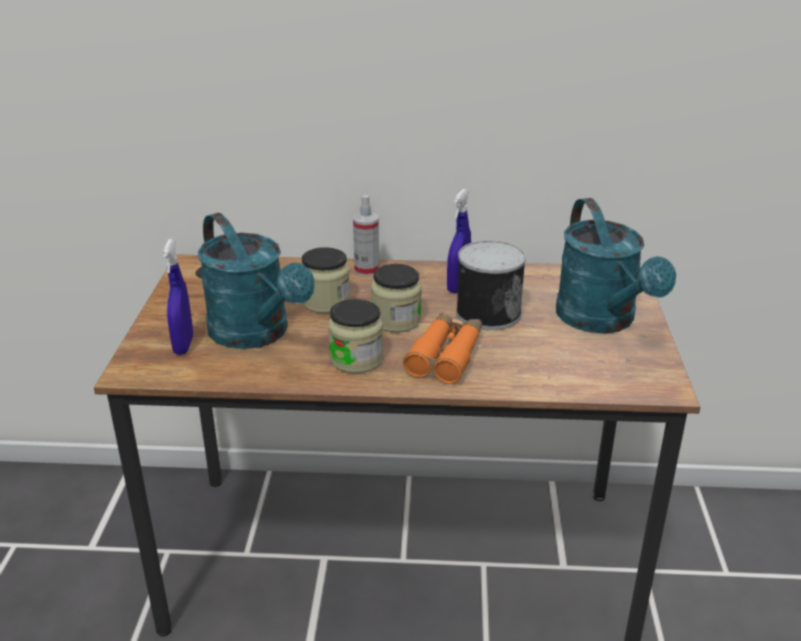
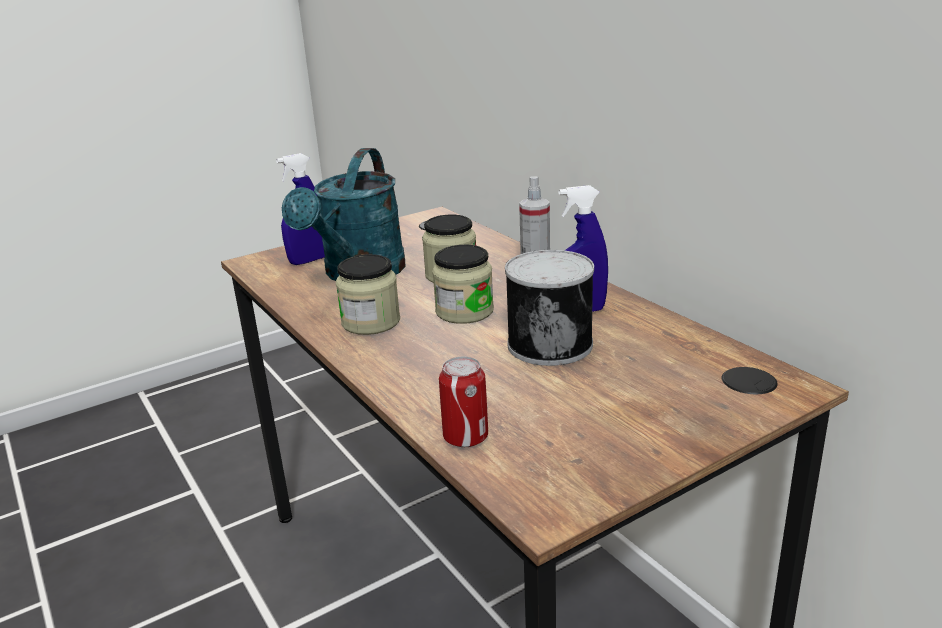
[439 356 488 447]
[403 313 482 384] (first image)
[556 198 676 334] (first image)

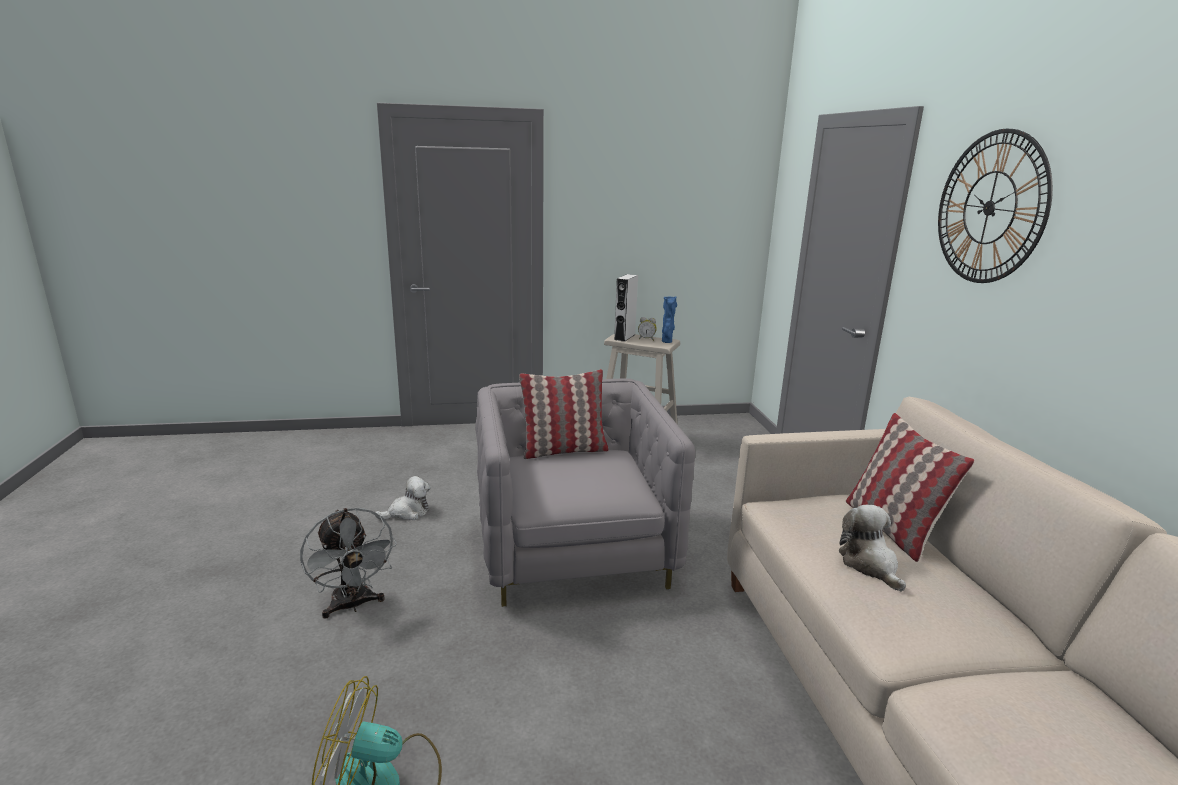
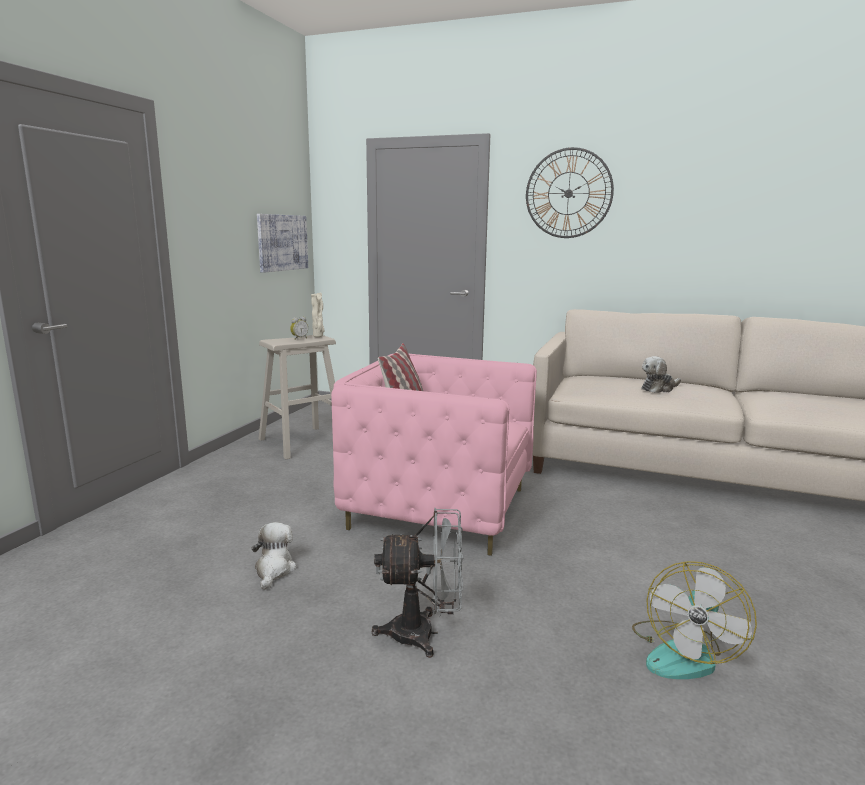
[257 214 308 273]
[311 292 324 337]
[331 354 537 556]
[642 356 681 393]
[614 274 638 342] (first image)
[846 413 975 562] (first image)

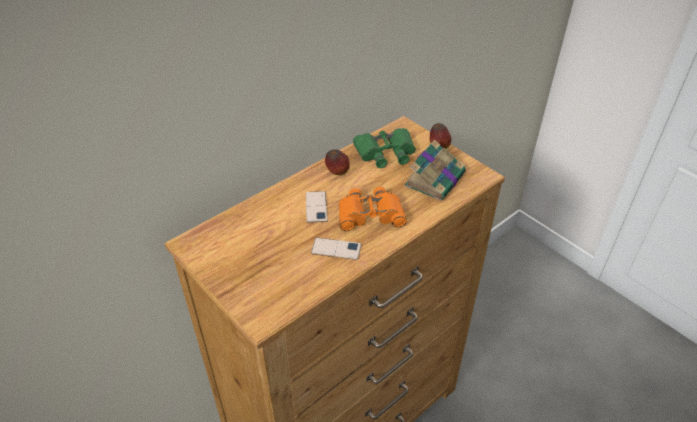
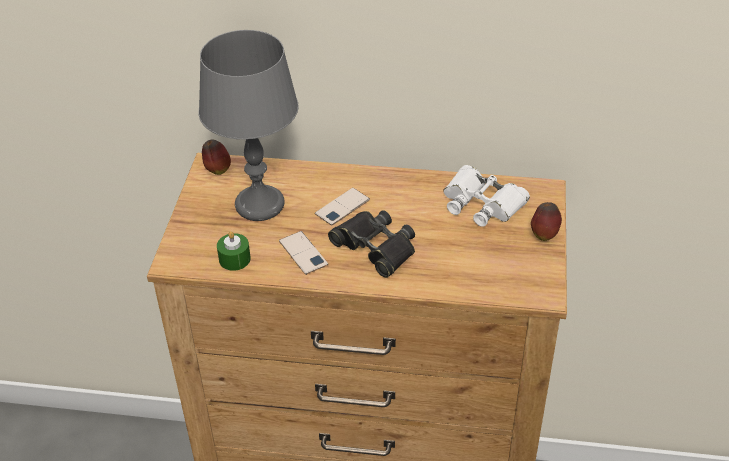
[199 30 299 221]
[202 139 231 175]
[217 231 251 271]
[328 210 415 278]
[443 165 530 227]
[404 140 466 201] (first image)

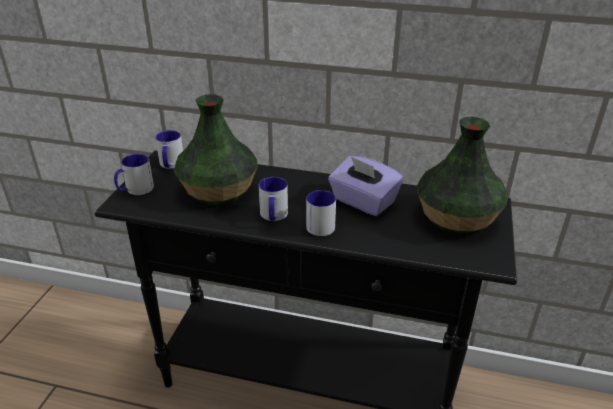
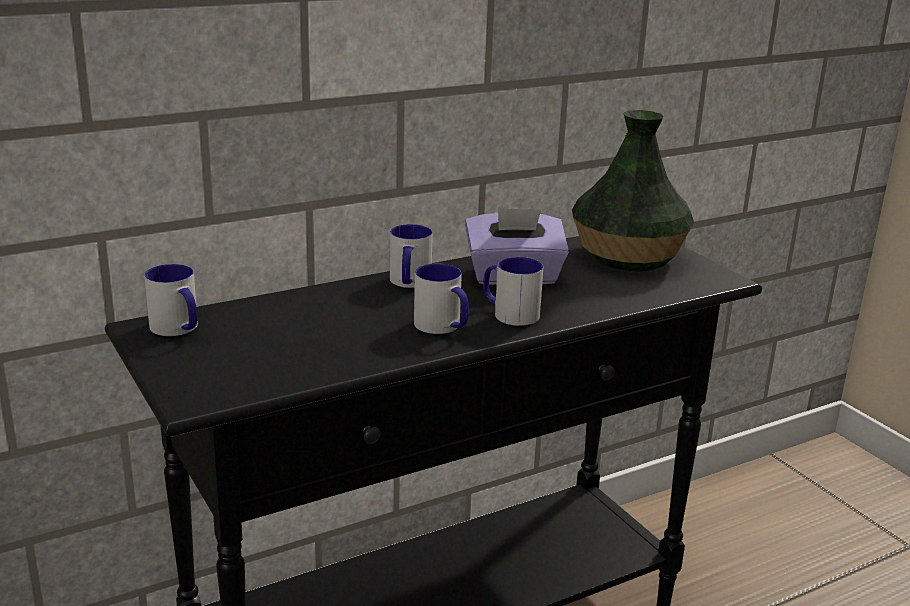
[390 224 433 288]
[174 94 257 205] (first image)

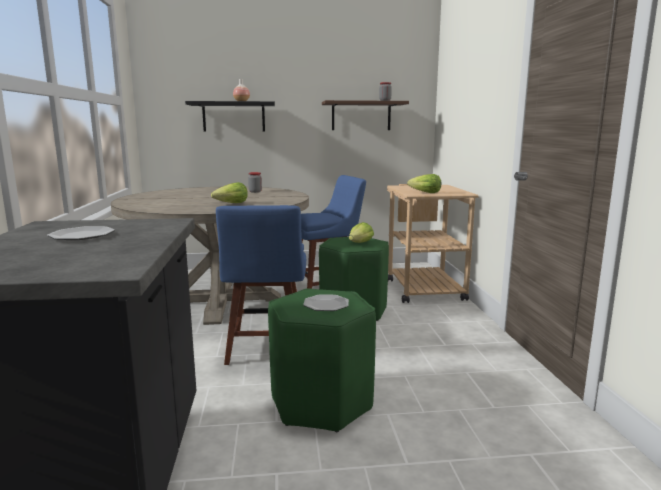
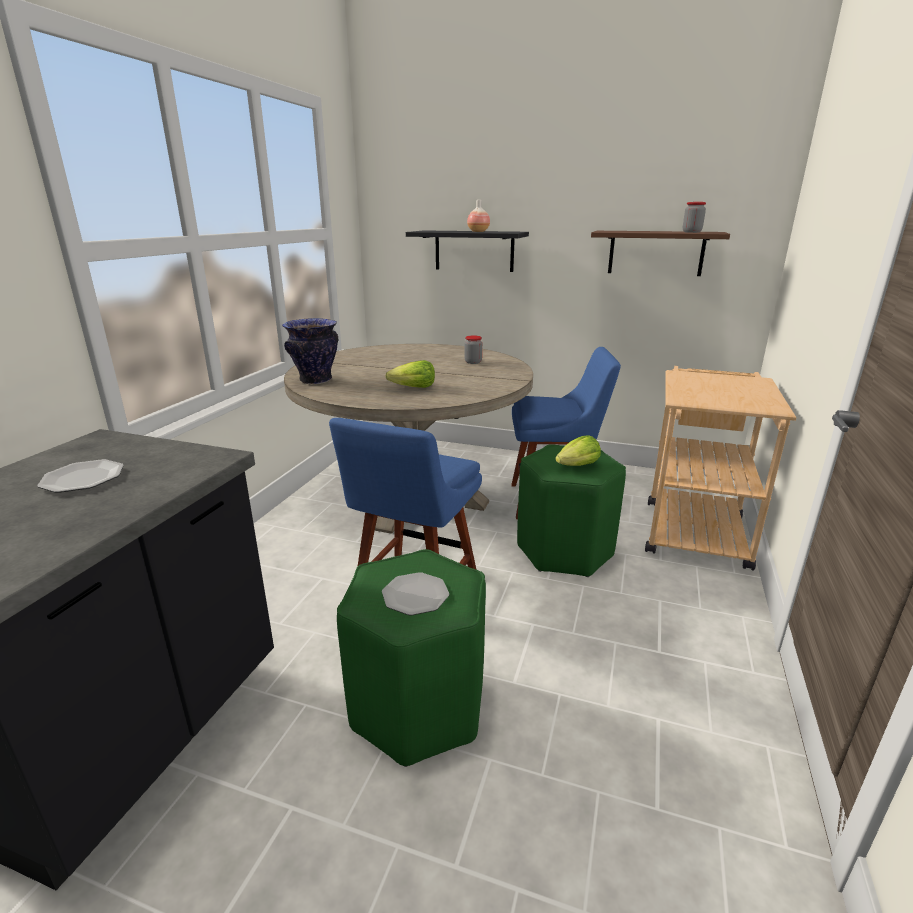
[282 318 338 384]
[407 174 441 193] (first image)

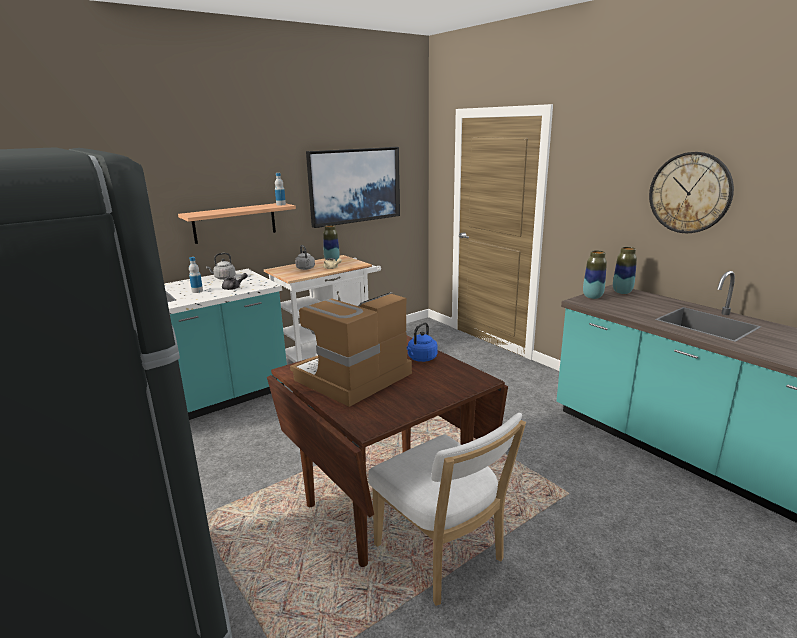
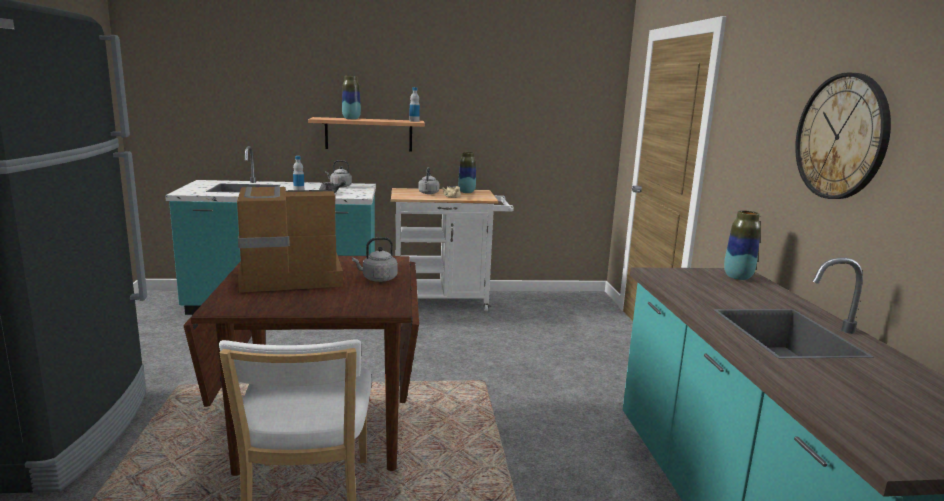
[342 76 361 120]
[352 237 398 282]
[306 147 400 228] (first image)

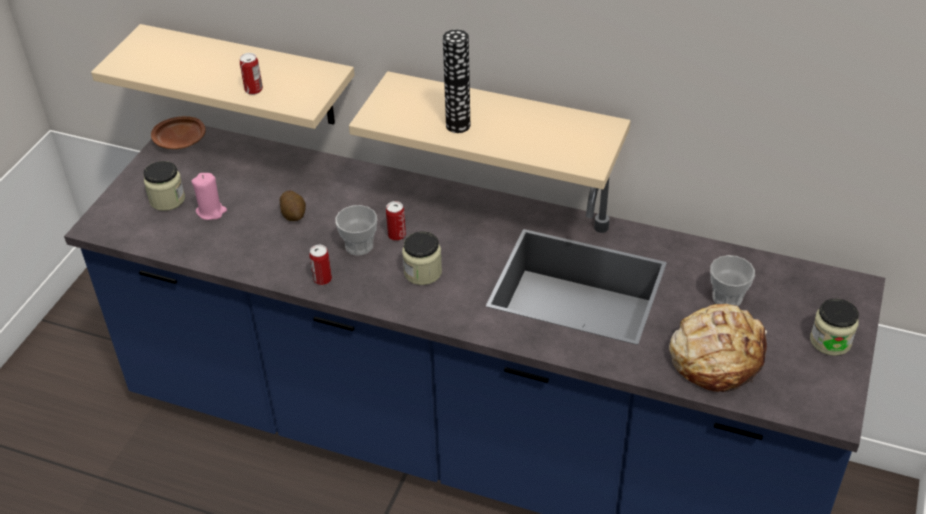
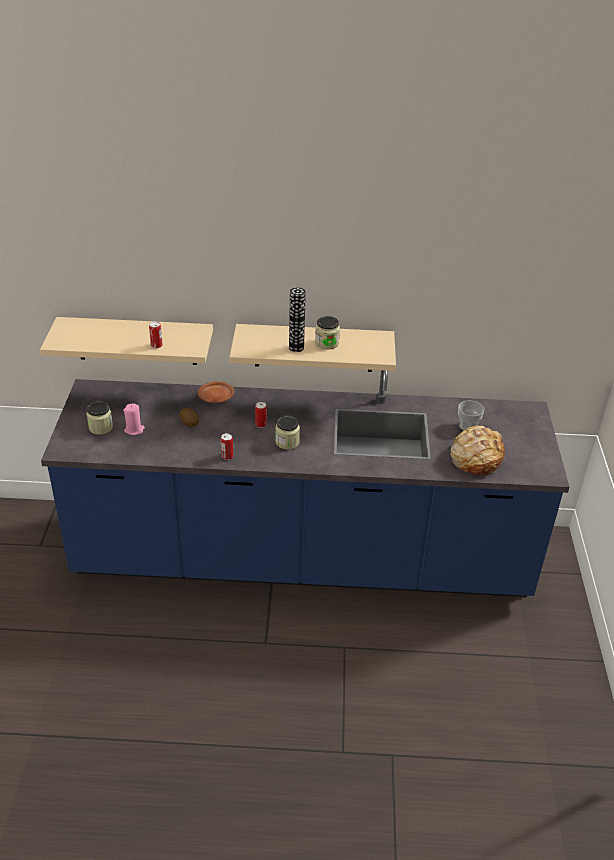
[198 381 234 403]
[315 316 340 350]
[335 205 377 256] (first image)

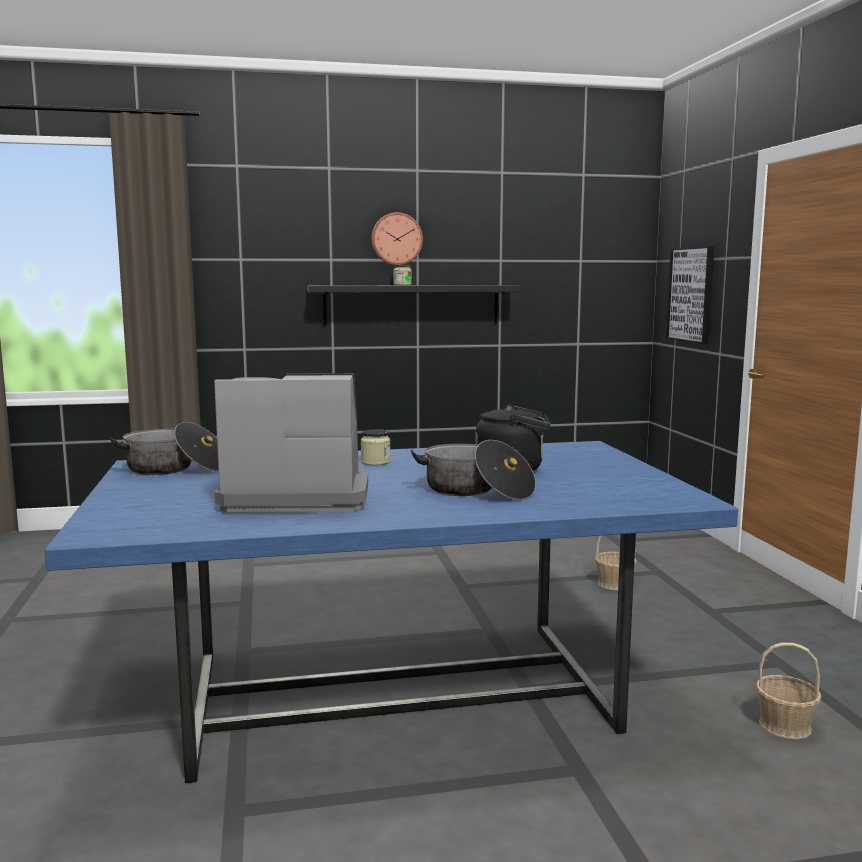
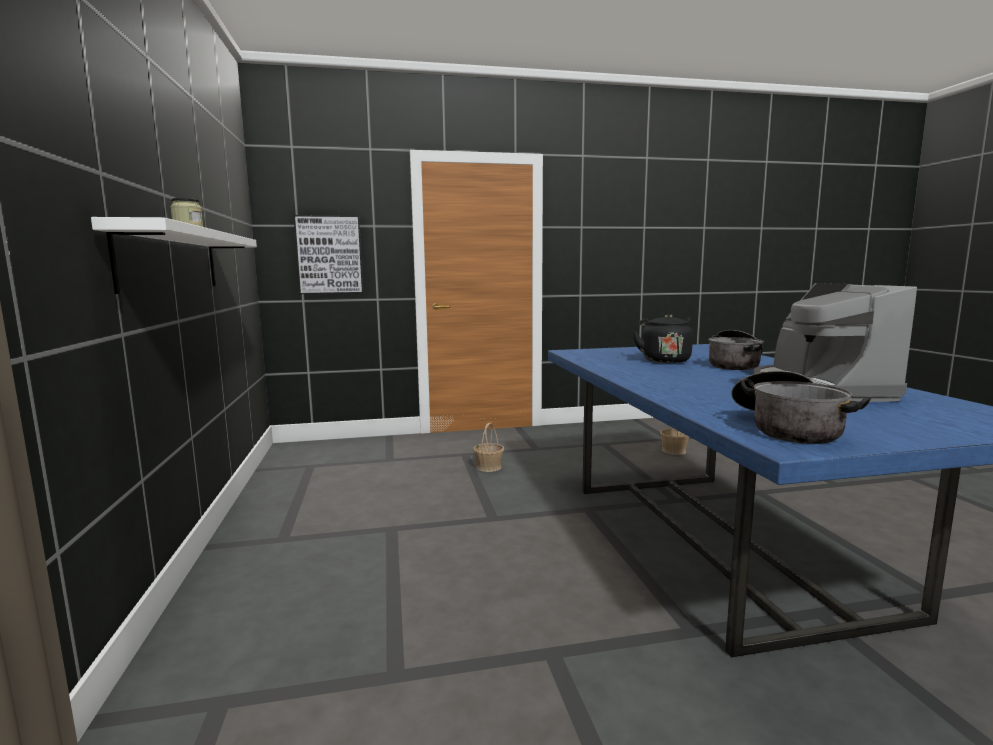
[91 217 257 294]
[361 429 391 465] (first image)
[371 212 423 265] (first image)

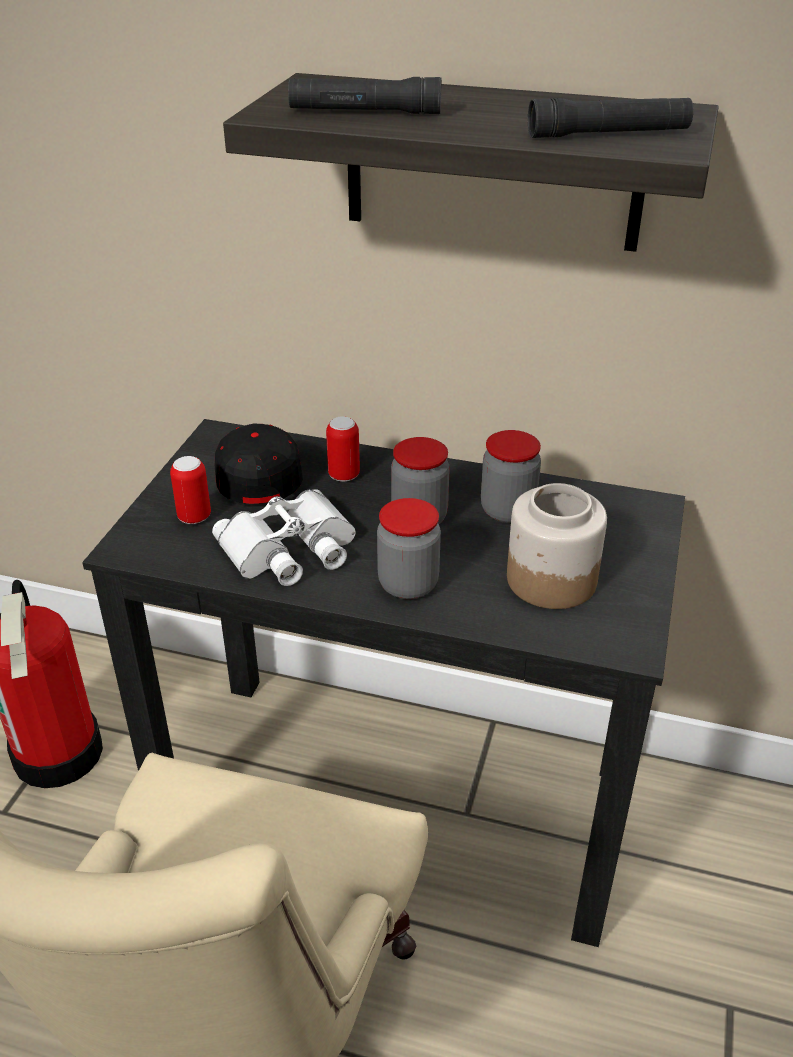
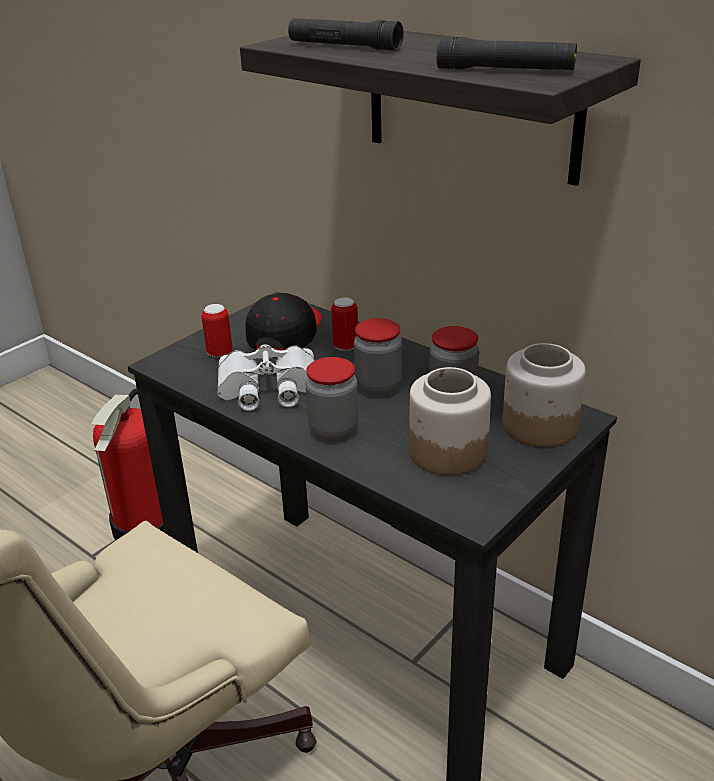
[502 343 586 447]

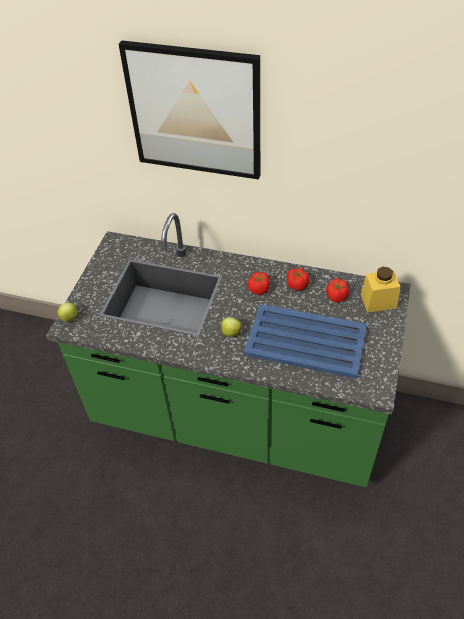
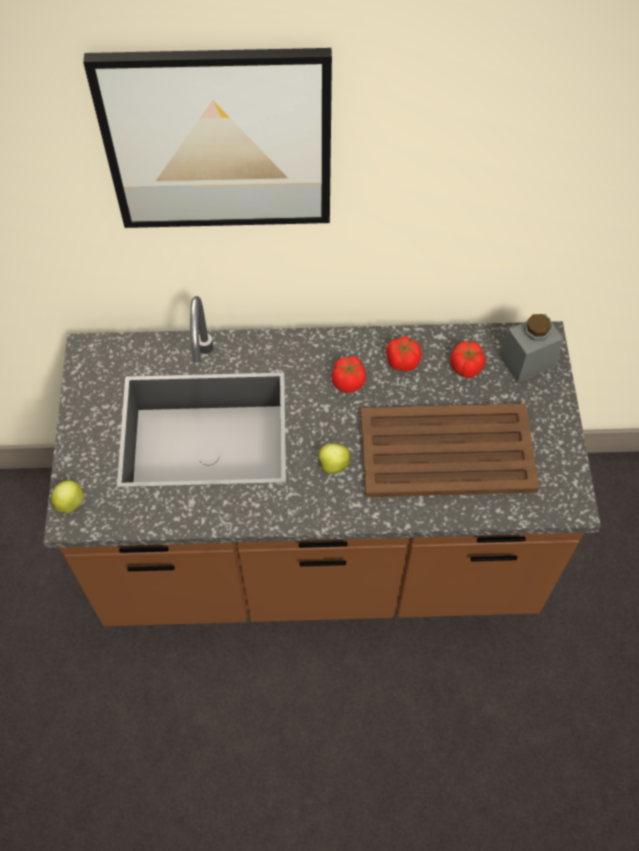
[44 296 601 626]
[361 403 539 497]
[499 314 564 383]

